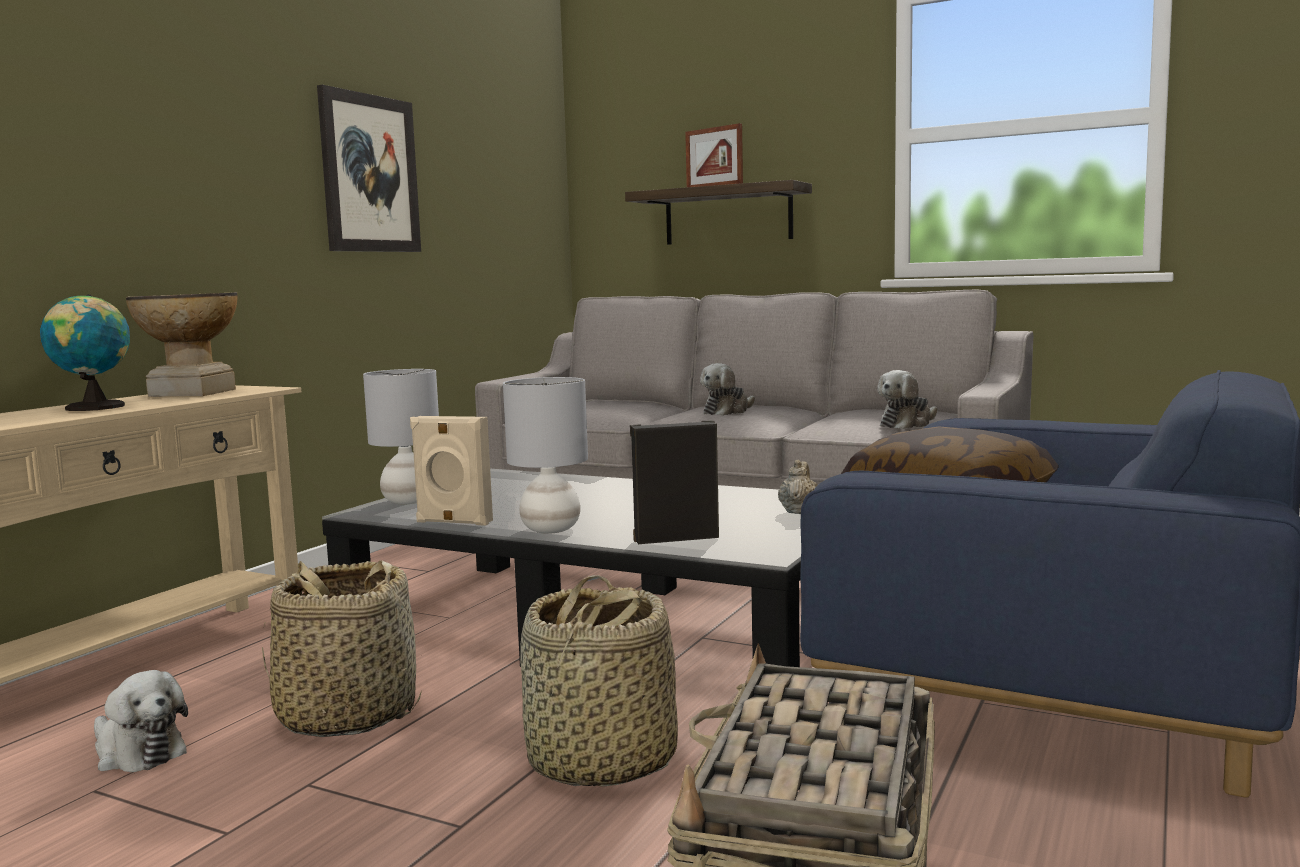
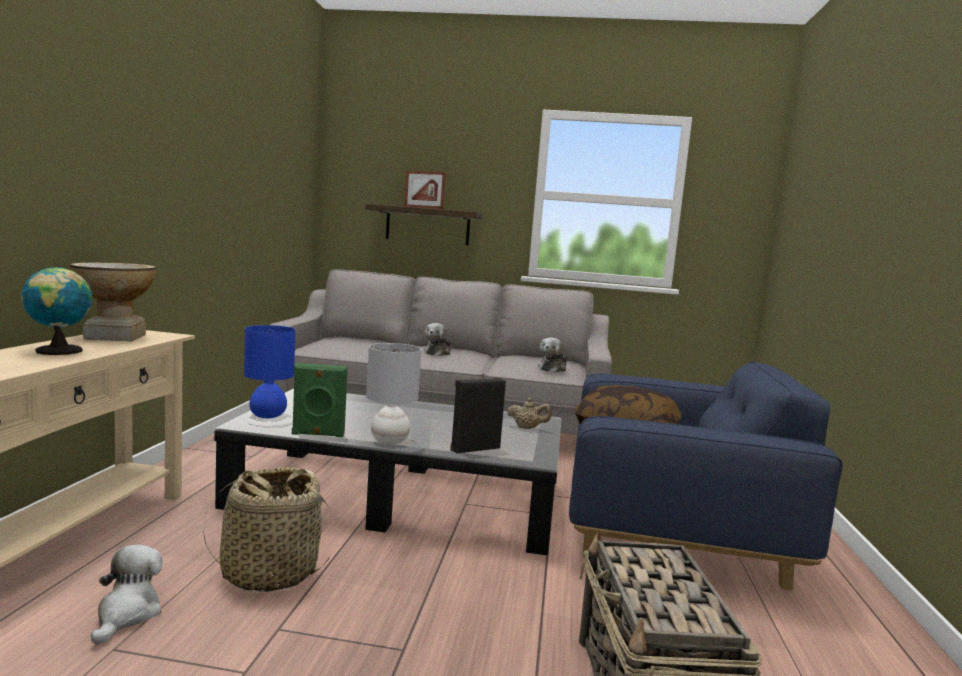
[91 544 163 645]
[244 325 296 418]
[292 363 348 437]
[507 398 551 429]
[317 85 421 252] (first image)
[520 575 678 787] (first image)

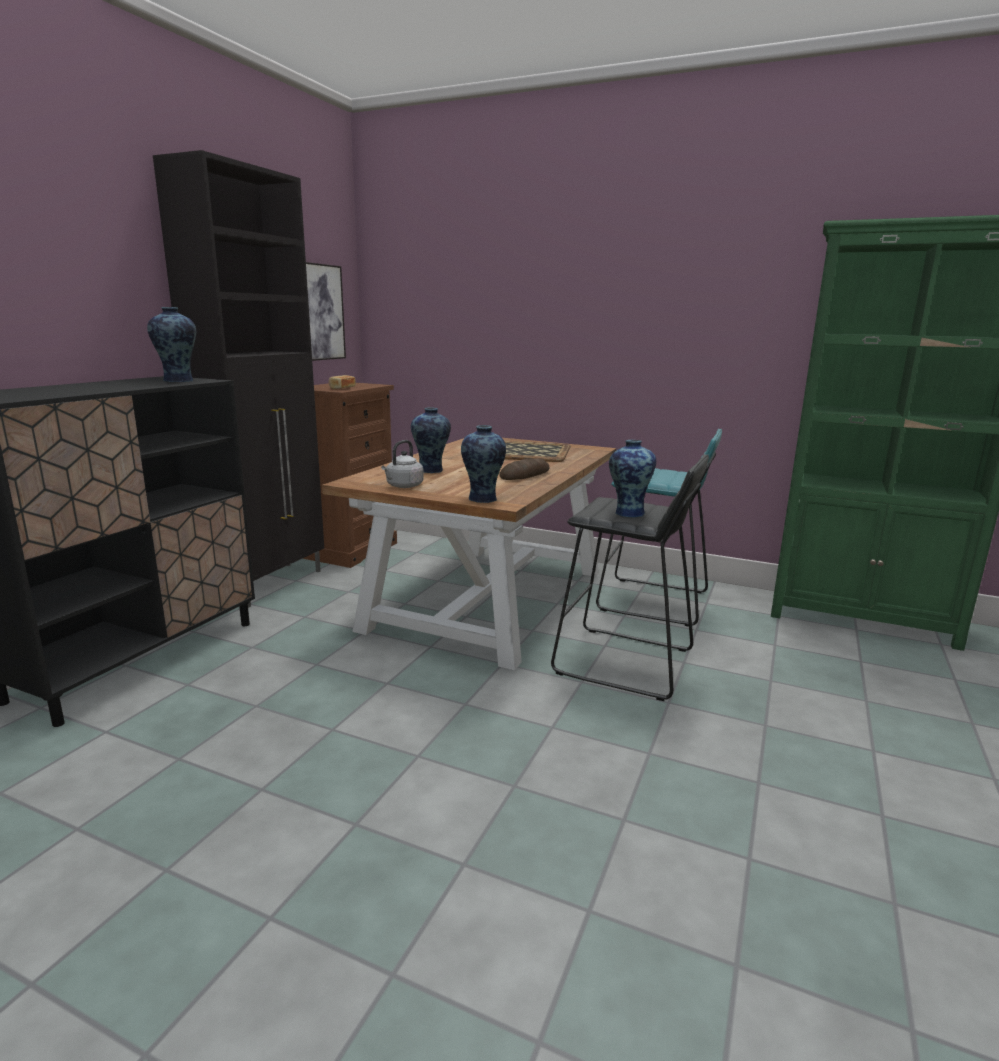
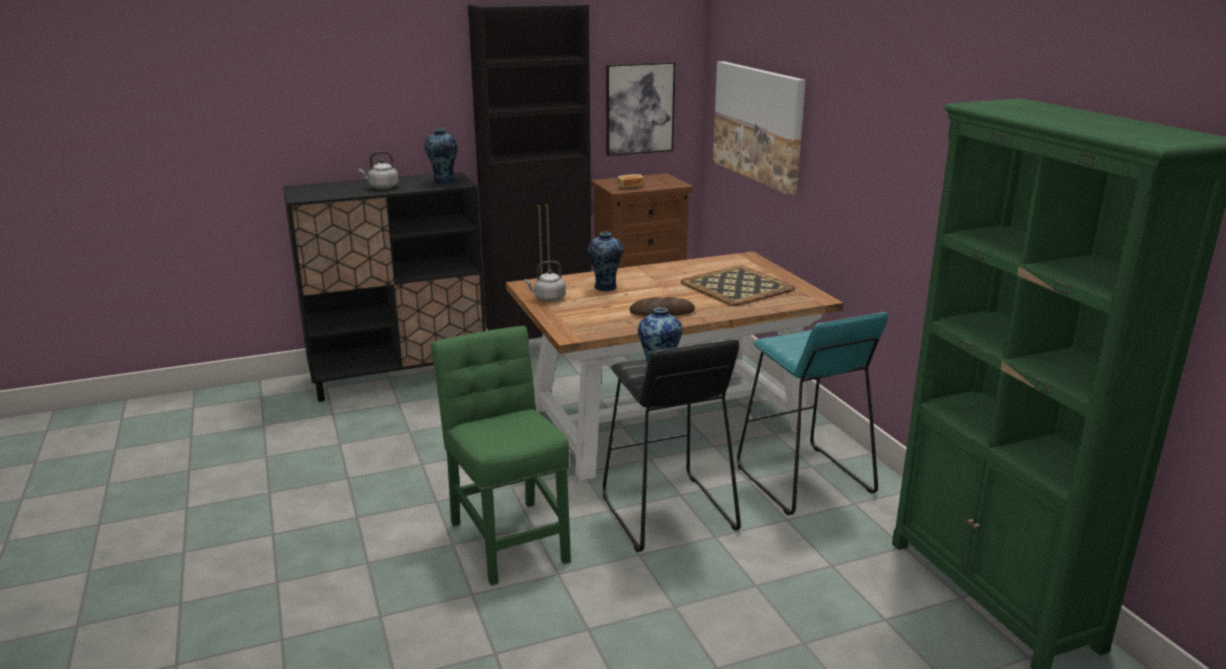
[358 151 398 189]
[431 326 571 585]
[713 61 806 195]
[461 425 506 503] (first image)

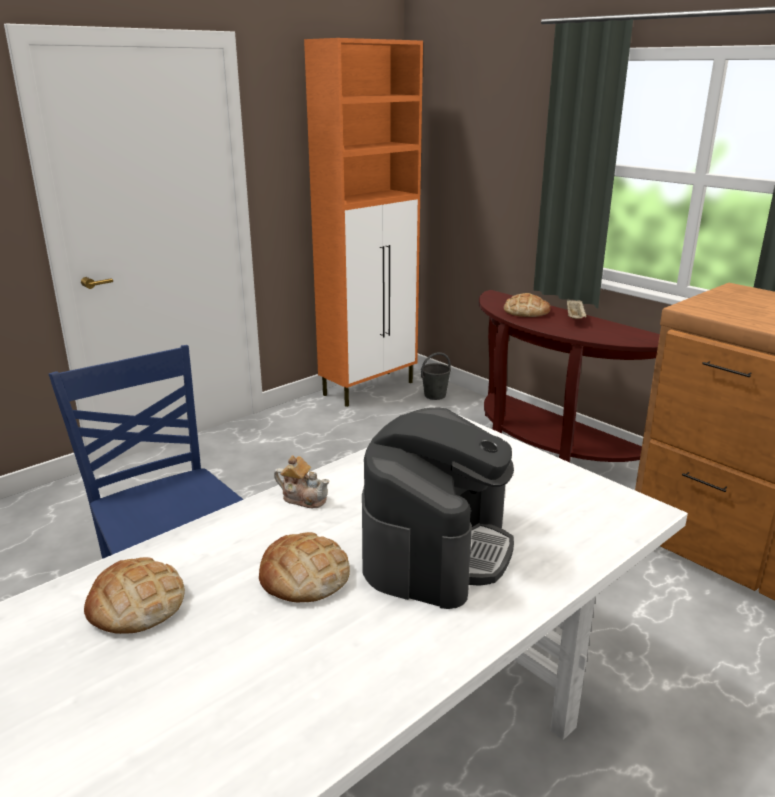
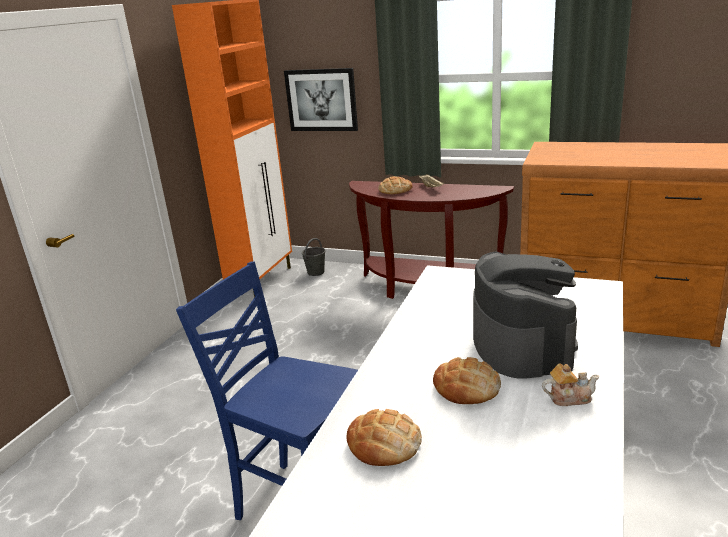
[284 68 358 131]
[542 363 599 406]

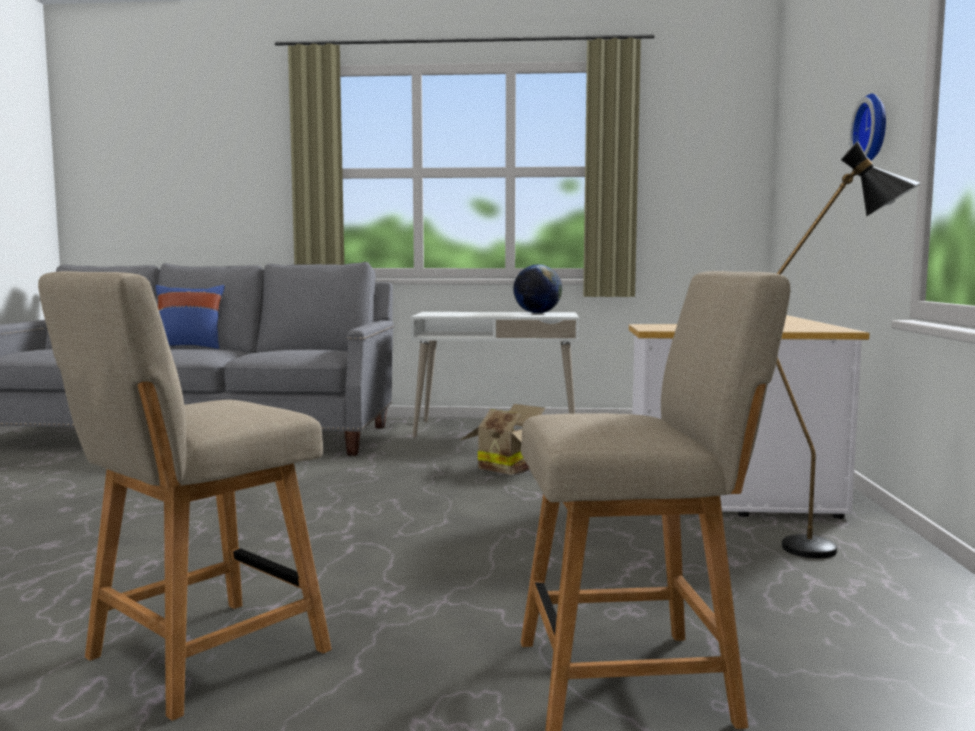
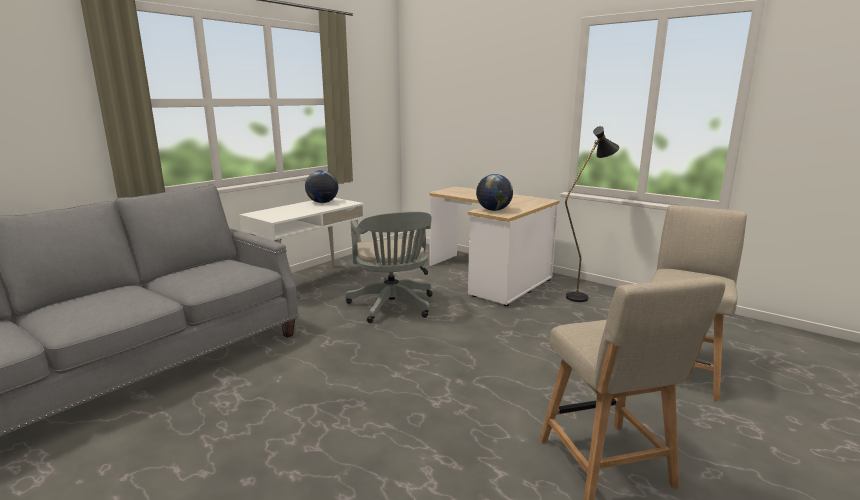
[345 211 432 323]
[476 174 513 211]
[155 285 225 349] (first image)
[850 94 886 161] (first image)

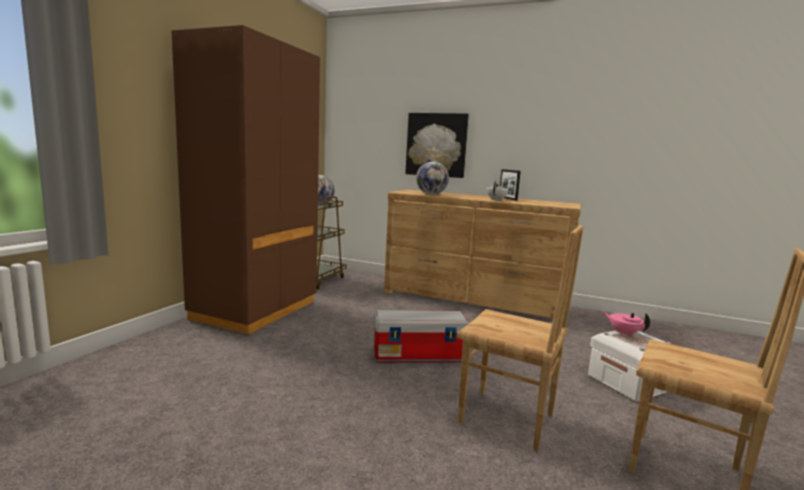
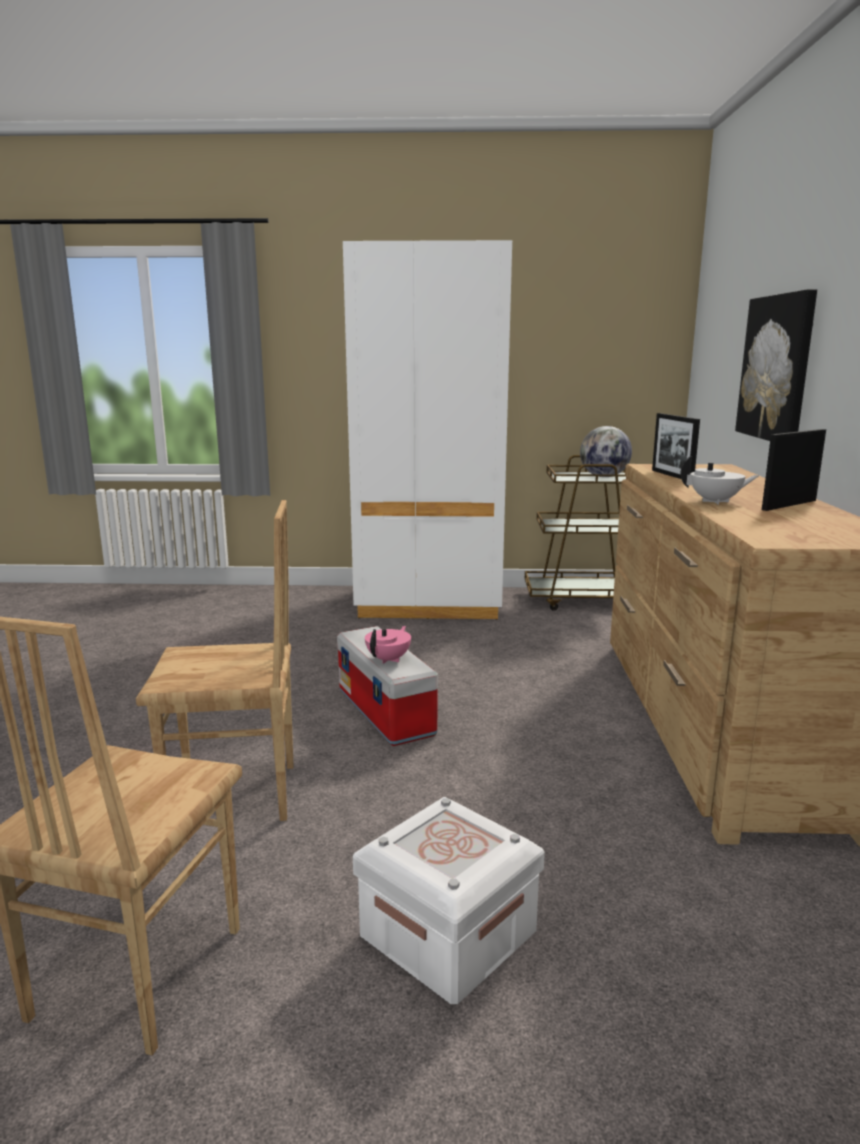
[136 500 294 821]
[343 240 512 620]
[365 626 411 664]
[652 413 700 479]

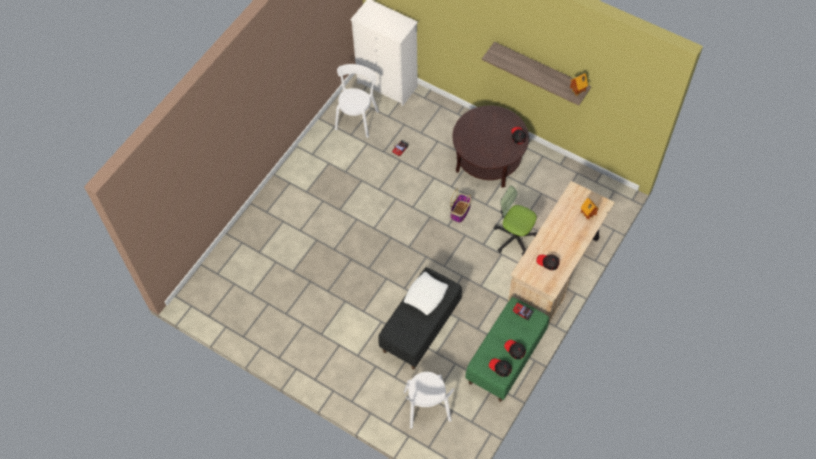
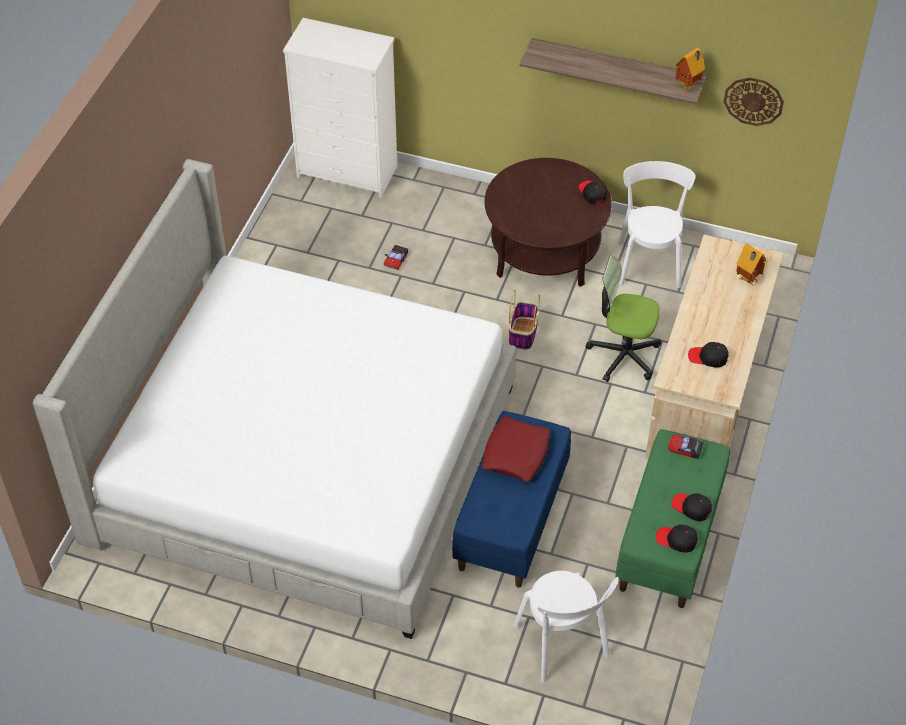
[32 159 516 639]
[452 411 571 588]
[482 416 550 482]
[618 161 695 288]
[724 78 784 126]

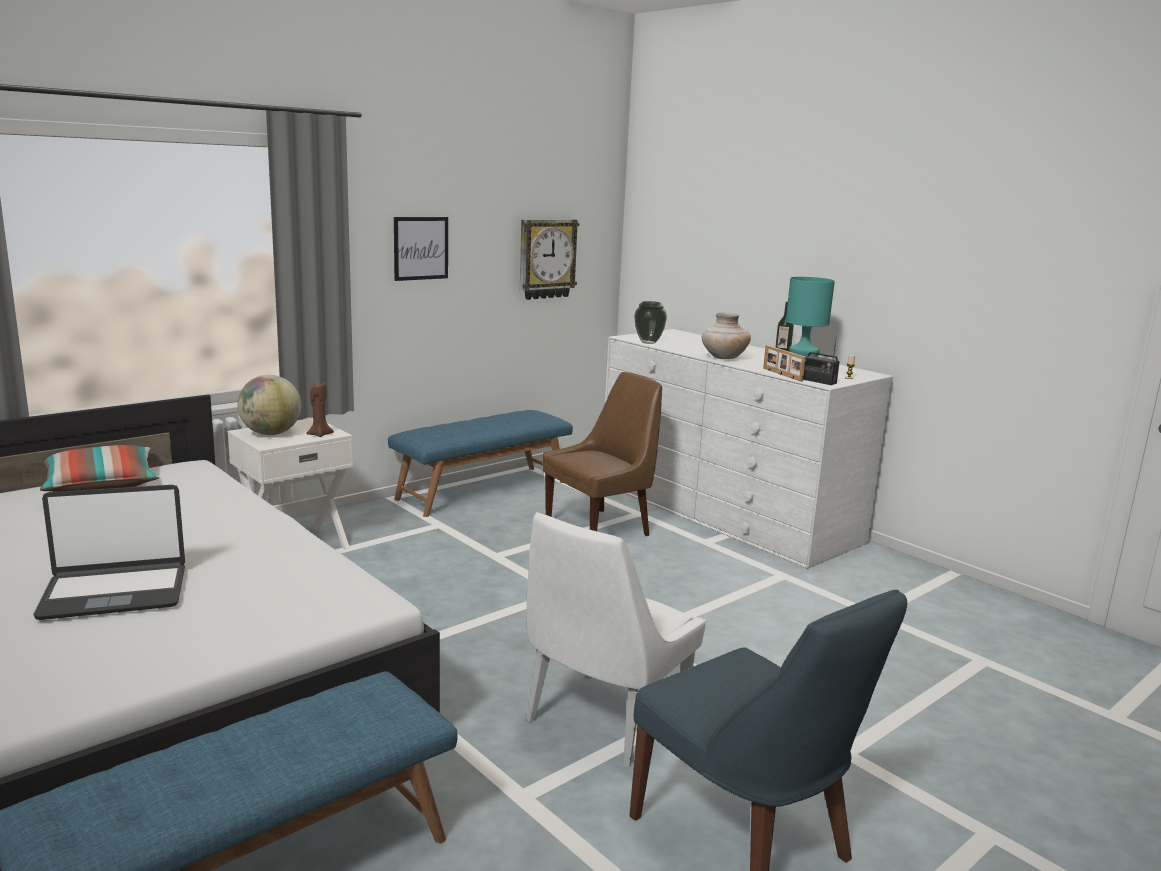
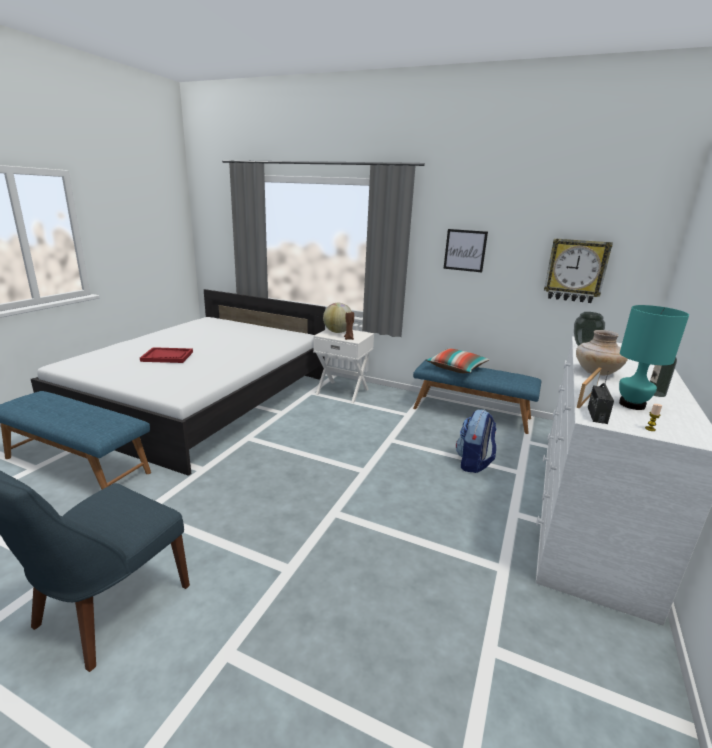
[140 347 193 363]
[426 349 489 373]
[456 410 497 473]
[526 512 706 768] (first image)

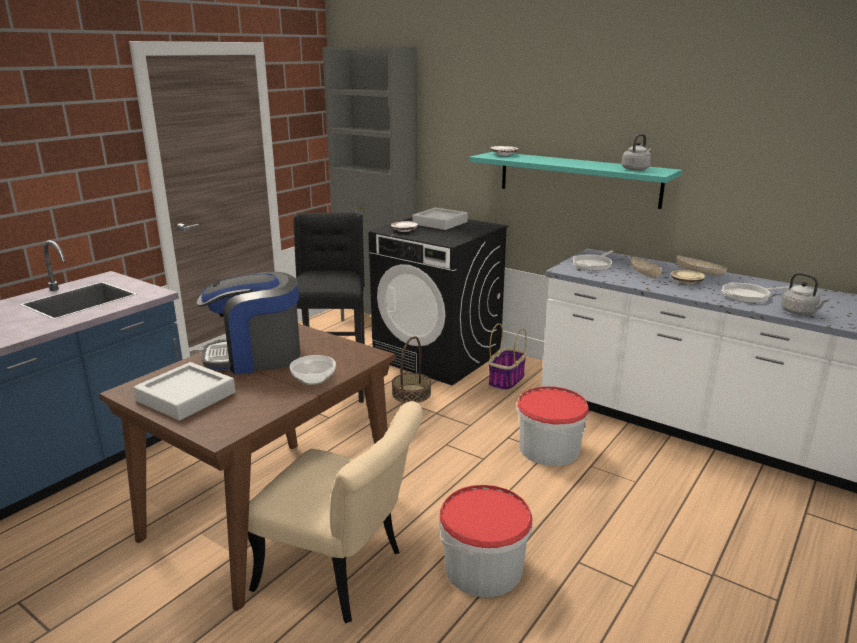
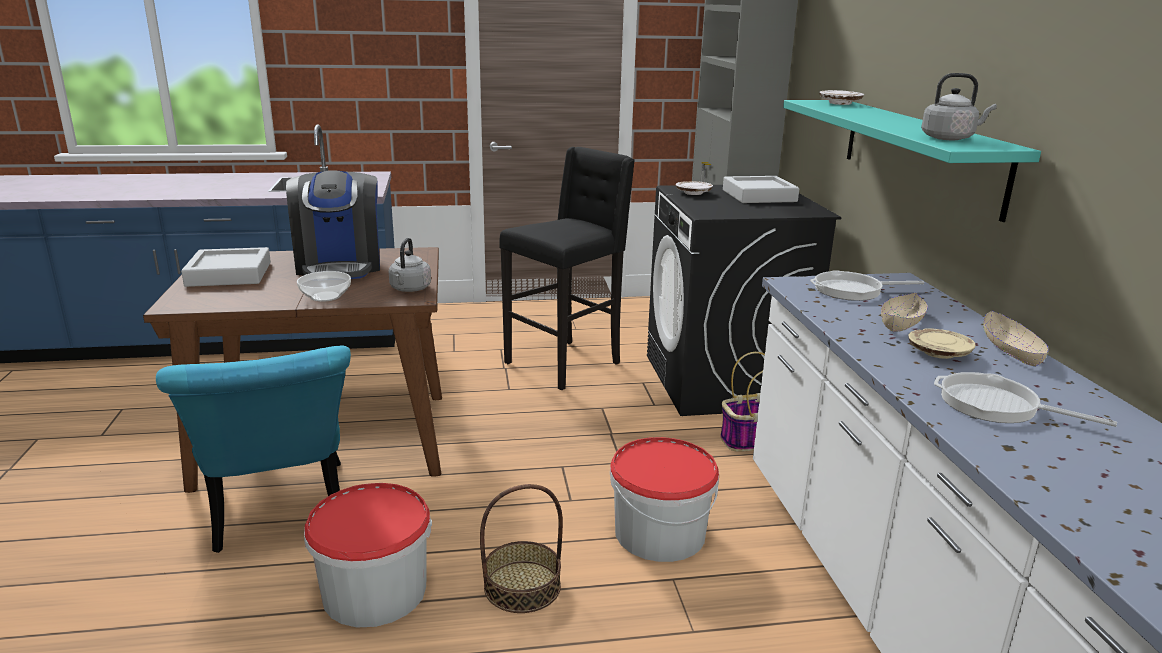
[156 345 351 553]
[286 170 380 279]
[389 238 431 292]
[480 484 563 613]

